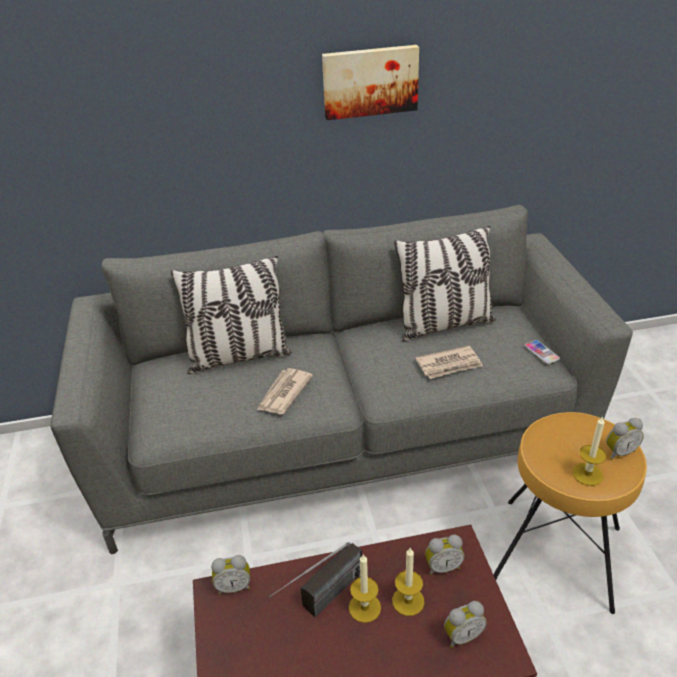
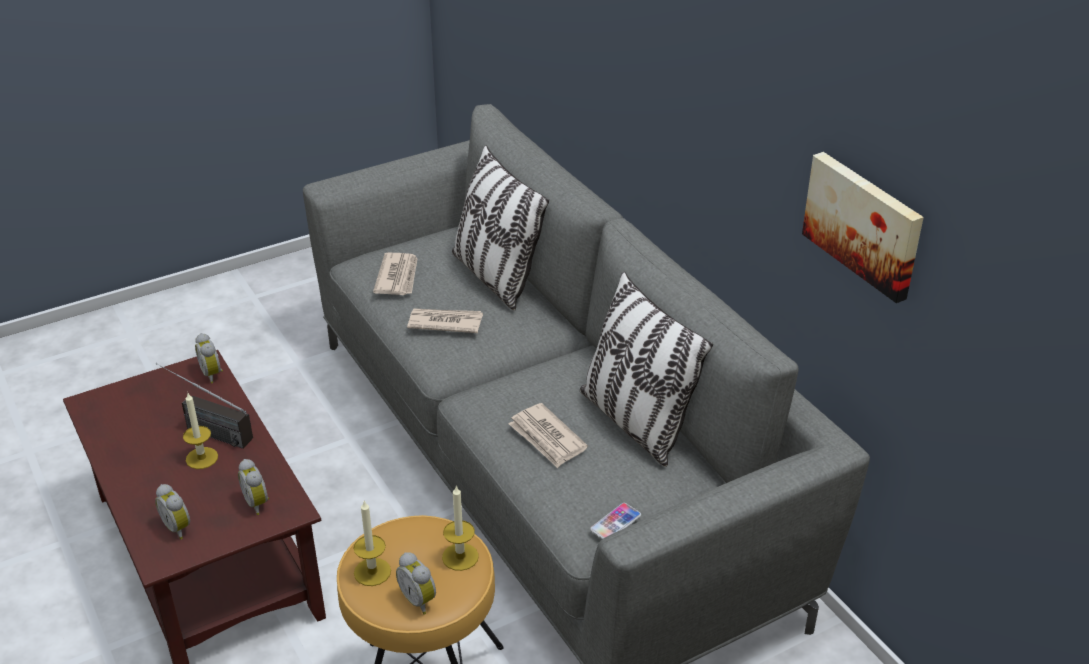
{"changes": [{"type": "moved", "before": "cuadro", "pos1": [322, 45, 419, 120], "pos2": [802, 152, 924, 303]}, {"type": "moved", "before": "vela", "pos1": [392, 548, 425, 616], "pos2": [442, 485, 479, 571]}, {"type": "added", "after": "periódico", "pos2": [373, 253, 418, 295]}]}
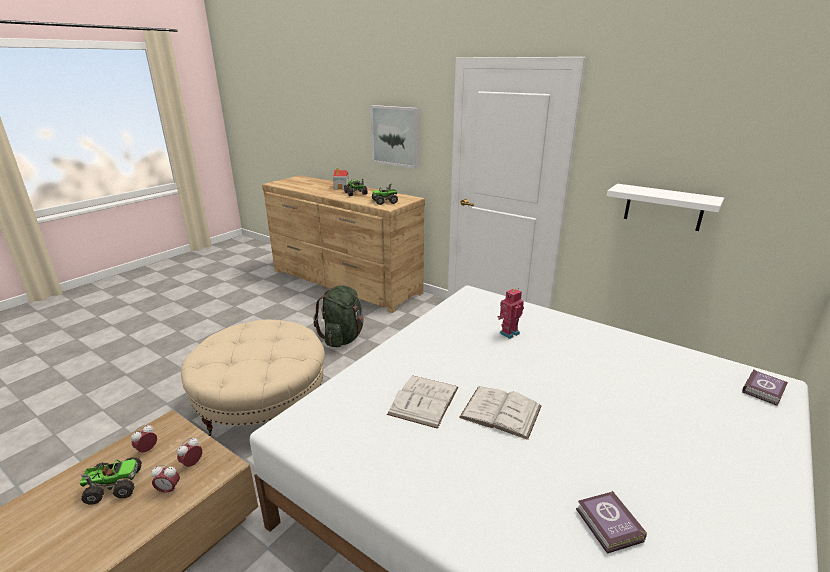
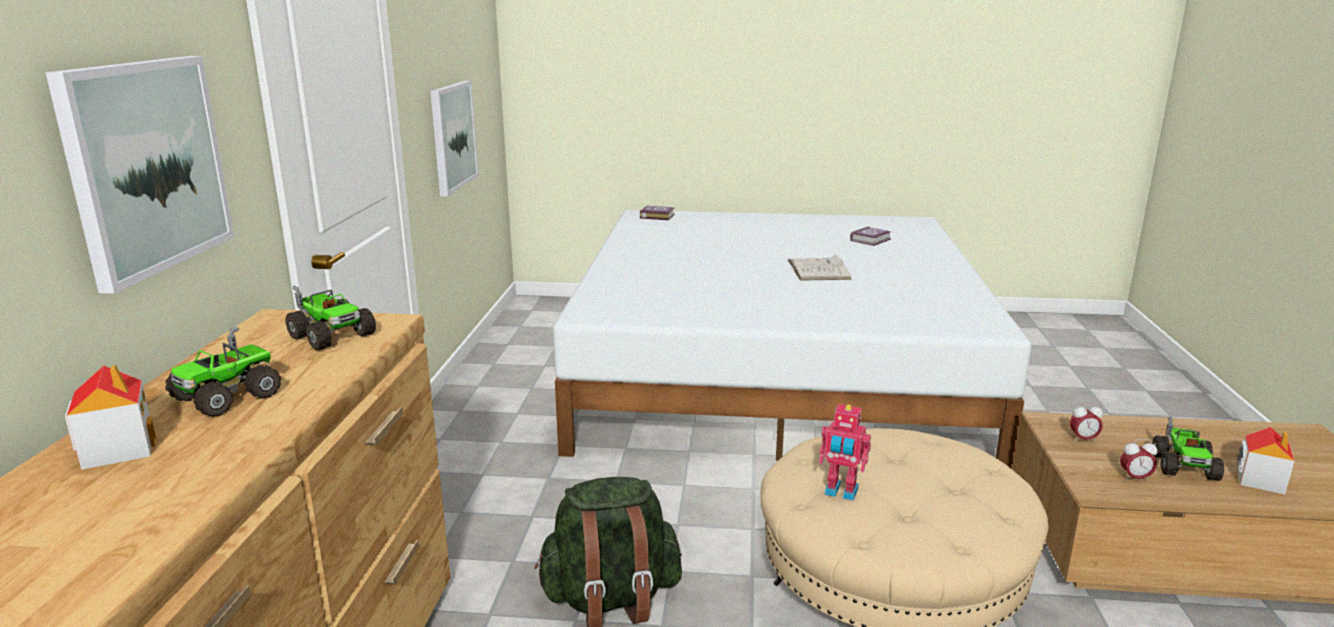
{"changes": [{"type": "turned", "before": "camión de juguete", "pos1": [80, 457, 142, 505], "pos2": [1152, 417, 1224, 481], "turn": -120}, {"type": "removed", "before": "despertador", "pos1": [151, 465, 180, 494]}, {"type": "removed", "before": "libro/blanco", "pos1": [387, 376, 459, 429]}, {"type": "moved", "before": "robot de juguete", "pos1": [498, 288, 524, 339], "pos2": [819, 404, 871, 501]}, {"type": "replaced", "before": "estante/blanco", "after": "cuadro", "pos1": [607, 184, 724, 231], "pos2": [430, 81, 479, 196]}, {"type": "added", "after": "casita", "pos2": [1237, 427, 1295, 494]}]}
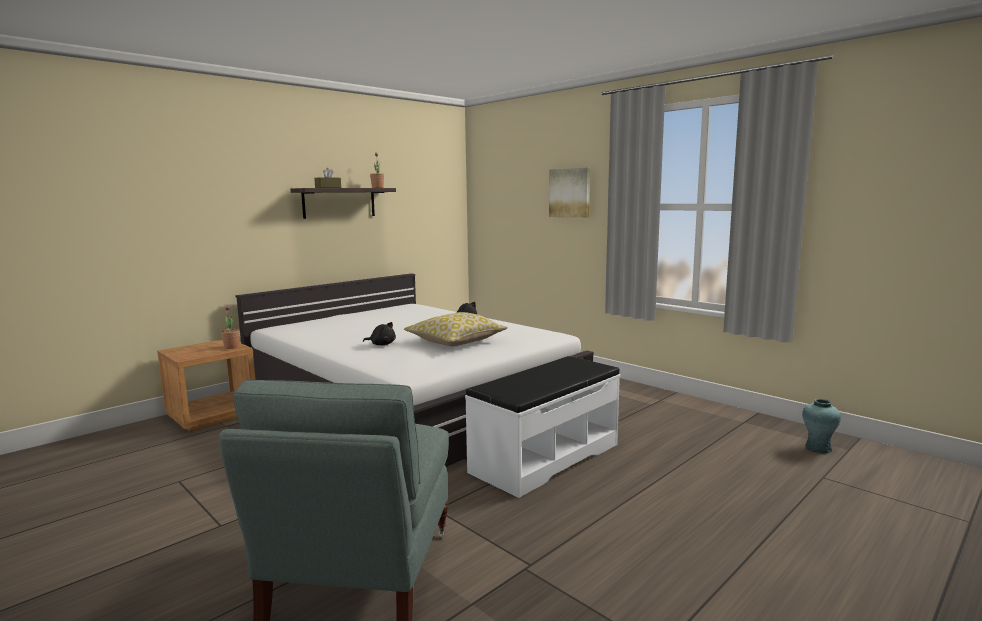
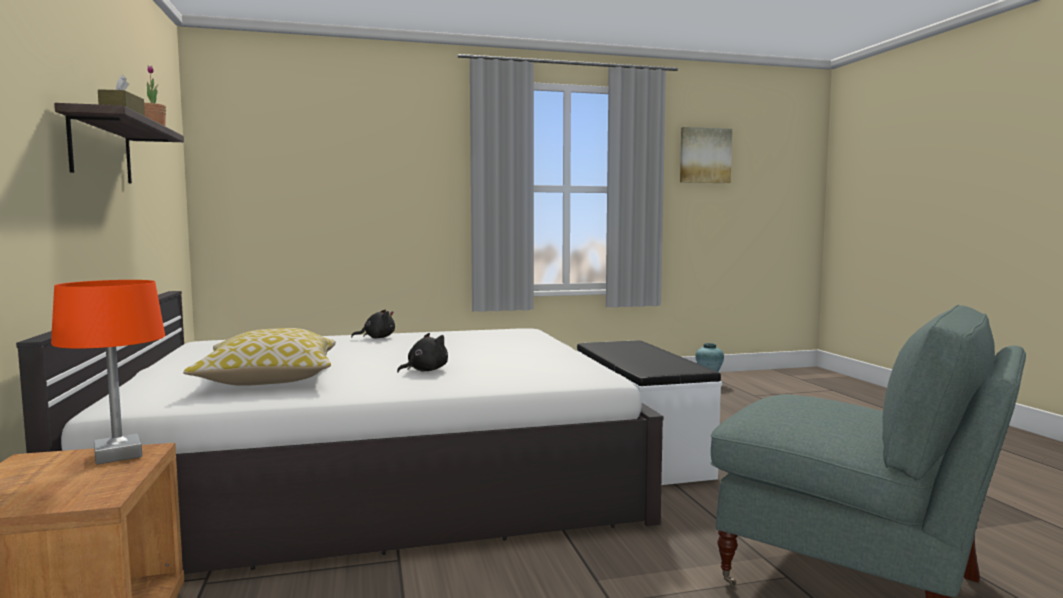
{"changes": [{"type": "replaced", "before": "planta en maceta", "after": "lámpara de mesa/naranja", "pos1": [221, 305, 240, 349], "pos2": [51, 280, 165, 465]}, {"type": "moved", "before": "cojín", "pos1": [404, 312, 508, 346], "pos2": [183, 328, 336, 386]}, {"type": "moved", "before": "cuadro", "pos1": [549, 168, 590, 218], "pos2": [680, 127, 732, 183]}]}
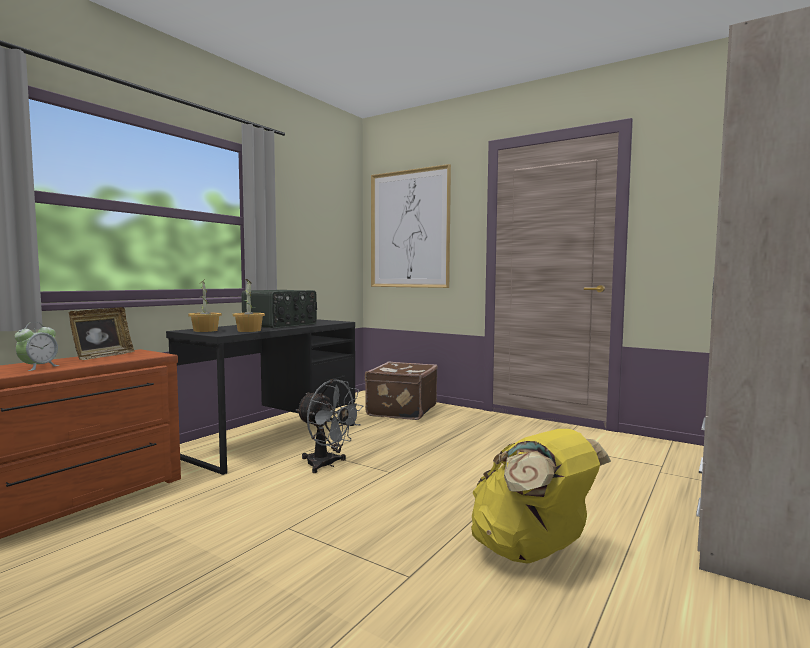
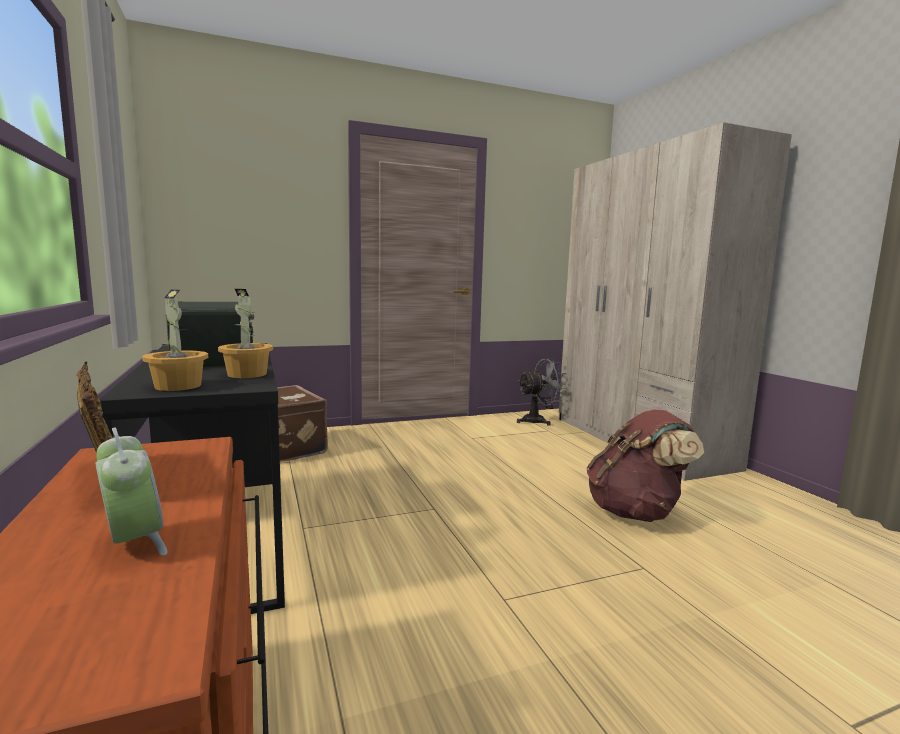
{"changes": [{"type": "moved", "before": "ventilador/gris", "pos1": [296, 379, 364, 473], "pos2": [517, 358, 567, 426]}, {"type": "removed", "before": "cuadro", "pos1": [371, 164, 451, 288]}, {"type": "recoloured", "before": "mochila/amarillo", "after": "mochila/marrón", "pos1": [471, 429, 611, 564], "pos2": [586, 409, 704, 522]}]}
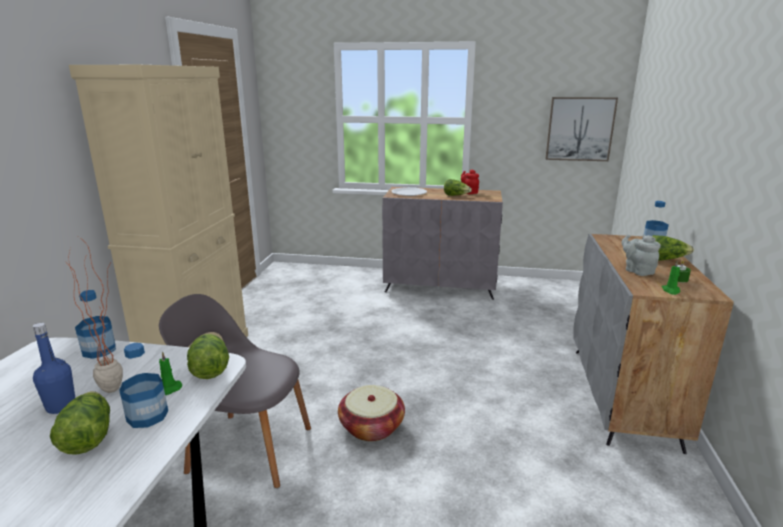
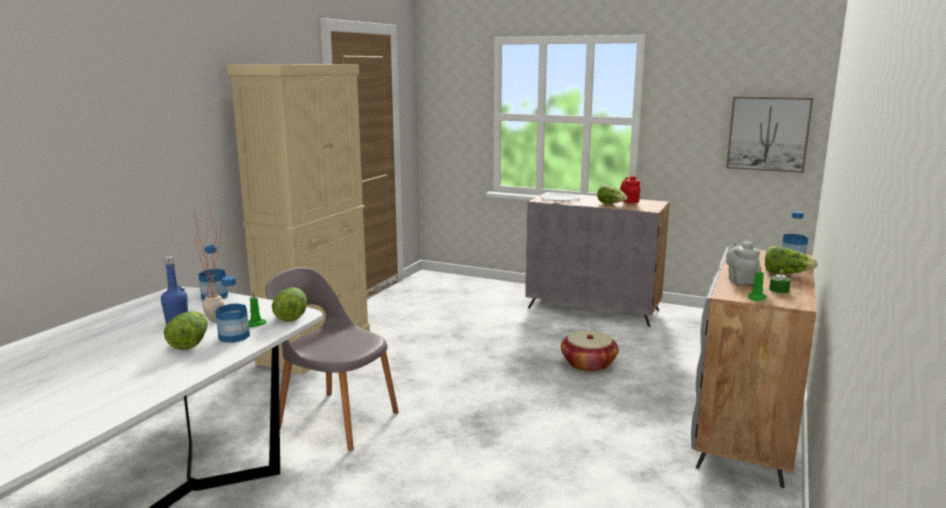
{"changes": [{"type": "moved", "before": "cesta", "pos1": [338, 385, 405, 441], "pos2": [561, 330, 618, 372]}]}
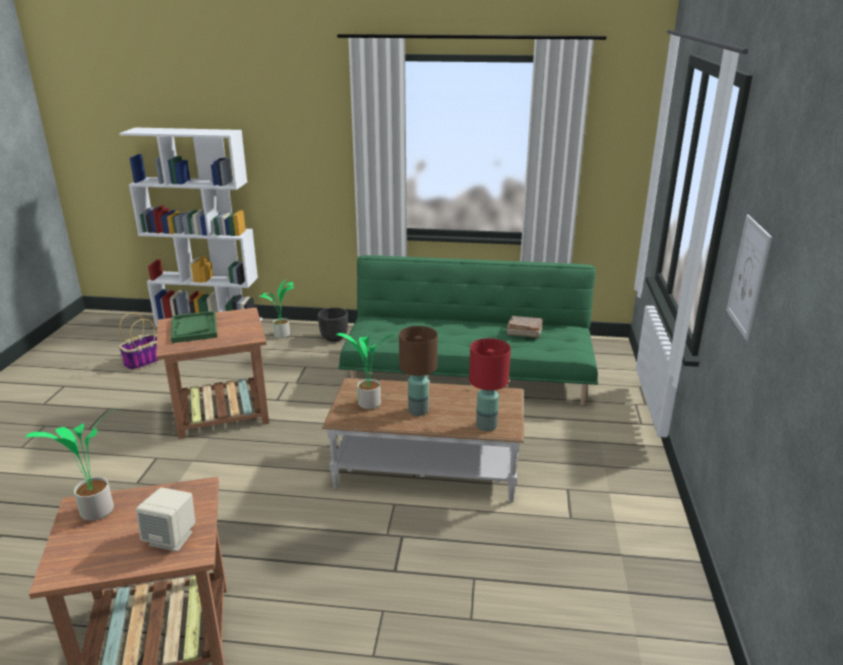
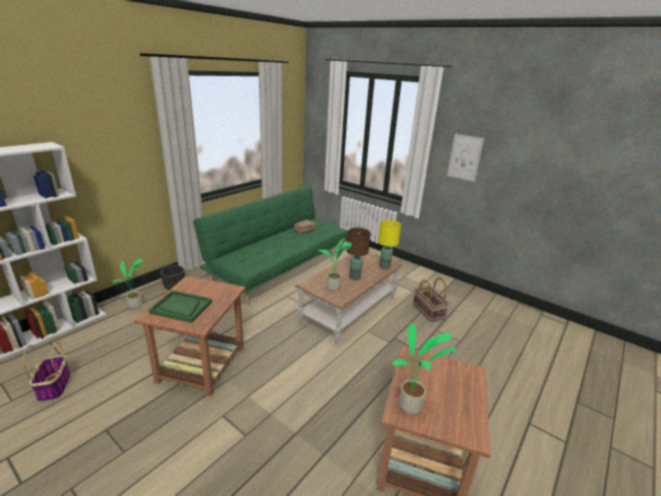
{"changes": [{"type": "removed", "before": "altavoz/beis", "pos1": [136, 487, 195, 552]}, {"type": "recoloured", "before": "lámpara de mesa/rojo", "after": "lámpara de mesa/amarillo", "pos1": [469, 338, 511, 431], "pos2": [378, 220, 401, 269]}, {"type": "added", "after": "cesta", "pos2": [413, 277, 449, 322]}]}
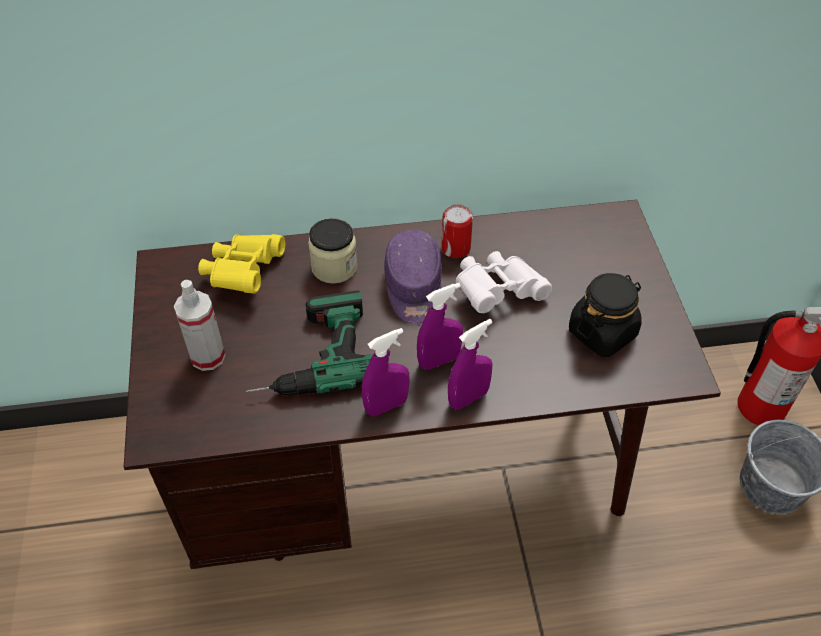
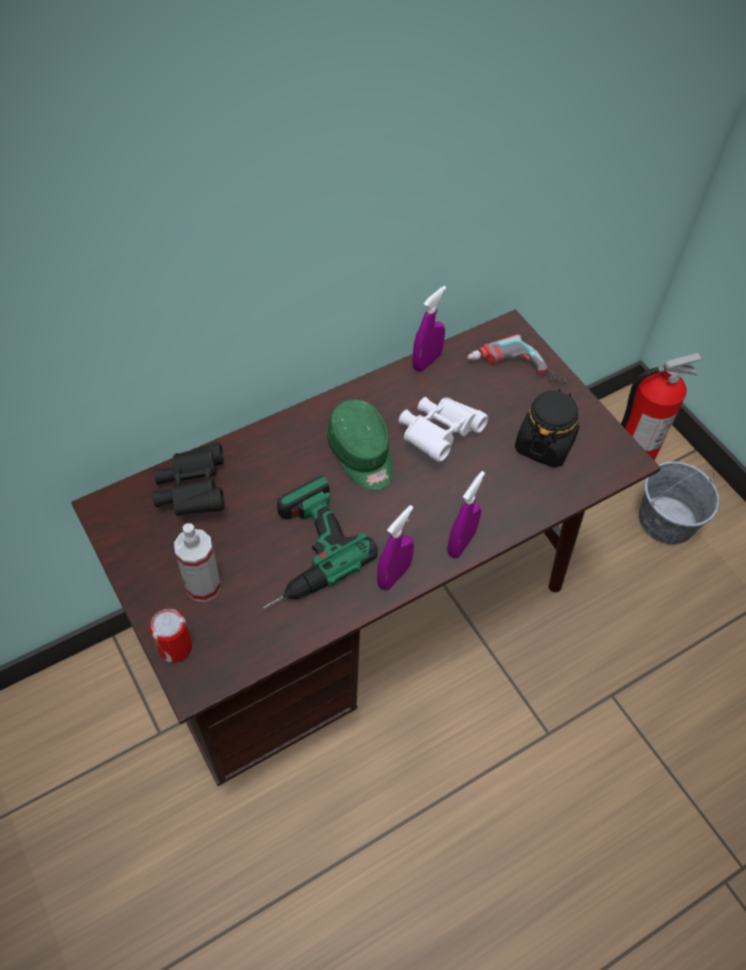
{"changes": [{"type": "recoloured", "before": "prismáticos/amarillo", "after": "prismáticos/negro", "pos1": [198, 234, 285, 294], "pos2": [153, 443, 225, 516]}, {"type": "removed", "before": "tarro", "pos1": [308, 218, 358, 284]}, {"type": "recoloured", "before": "gorra/morado", "after": "gorra/verde", "pos1": [384, 229, 442, 324], "pos2": [327, 400, 393, 490]}, {"type": "moved", "before": "pulverizador/morado", "pos1": [417, 283, 463, 370], "pos2": [412, 286, 447, 372]}, {"type": "moved", "before": "lata", "pos1": [441, 204, 473, 258], "pos2": [149, 609, 192, 662]}, {"type": "added", "after": "taladro", "pos2": [467, 334, 567, 384]}]}
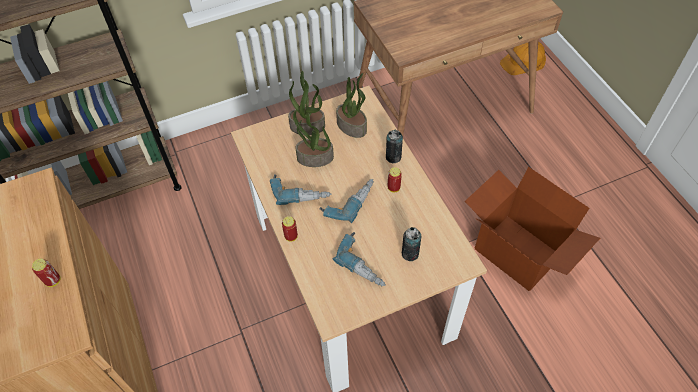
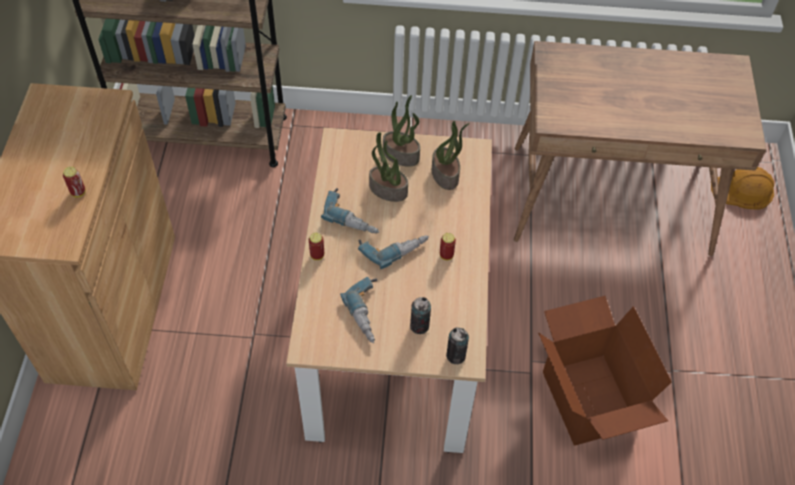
{"changes": [{"type": "moved", "before": "lata", "pos1": [386, 130, 403, 163], "pos2": [446, 327, 469, 364]}]}
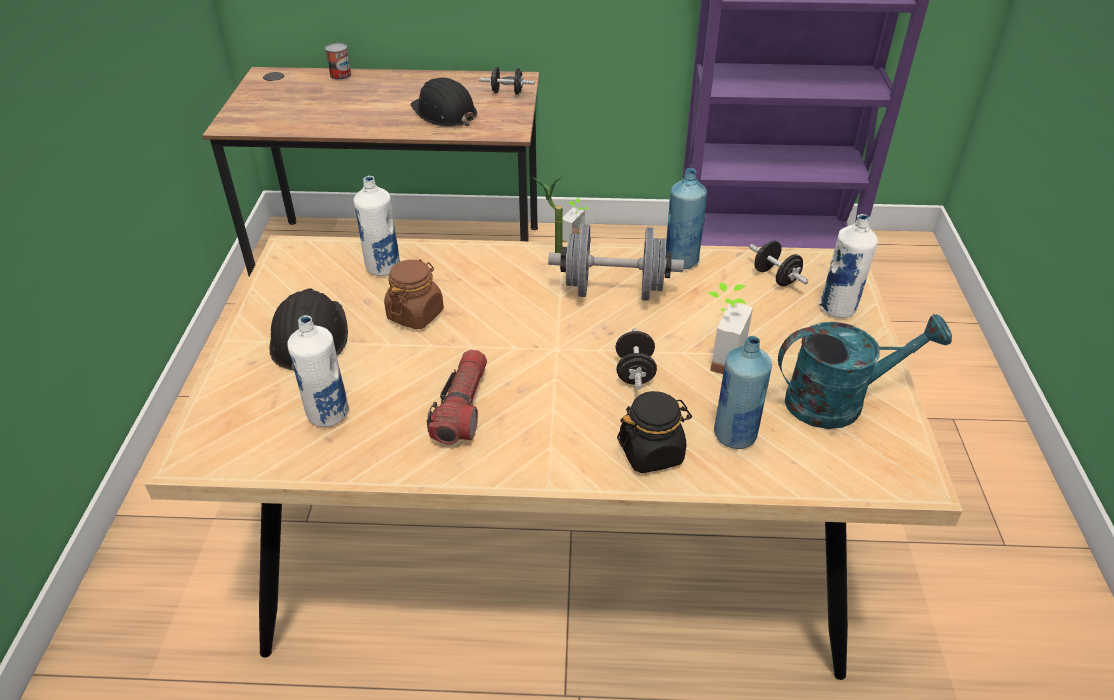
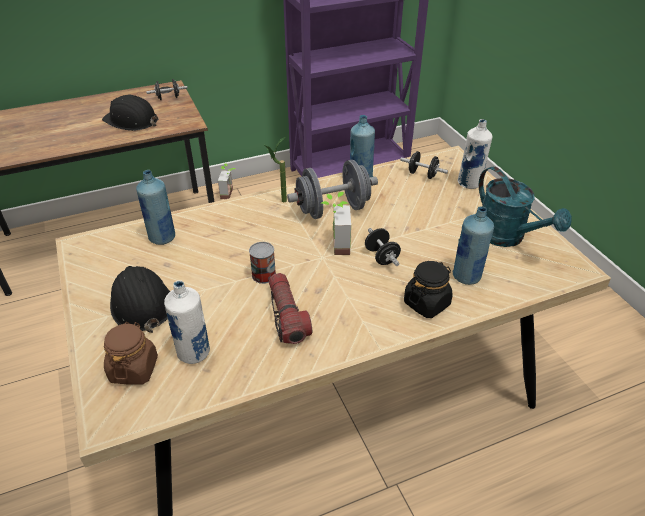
{"changes": [{"type": "moved", "before": "lata", "pos1": [325, 43, 351, 80], "pos2": [249, 242, 276, 284]}, {"type": "recoloured", "before": "botella/blanco", "after": "botella/azul", "pos1": [354, 176, 400, 276], "pos2": [136, 170, 175, 245]}, {"type": "moved", "before": "tarro/marrón", "pos1": [384, 259, 444, 329], "pos2": [104, 322, 158, 385]}, {"type": "moved", "before": "planta en maceta", "pos1": [708, 282, 753, 374], "pos2": [320, 192, 351, 255]}, {"type": "turned", "before": "regadera/turquesa", "pos1": [778, 314, 952, 429], "pos2": [479, 167, 572, 247], "turn": 90}]}
